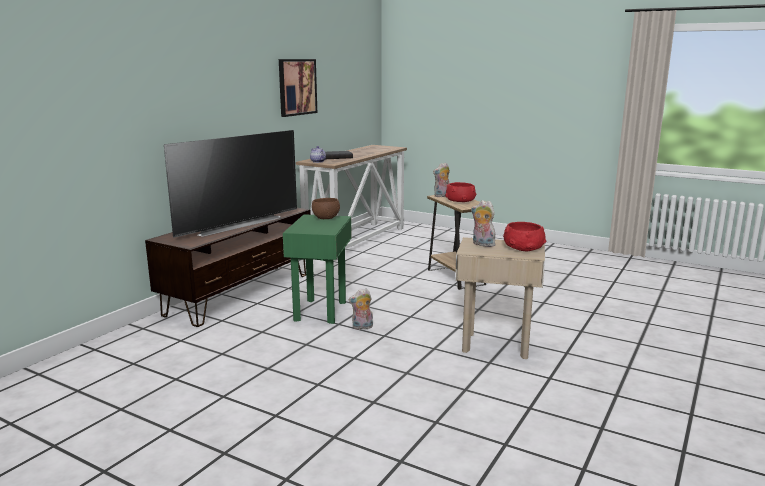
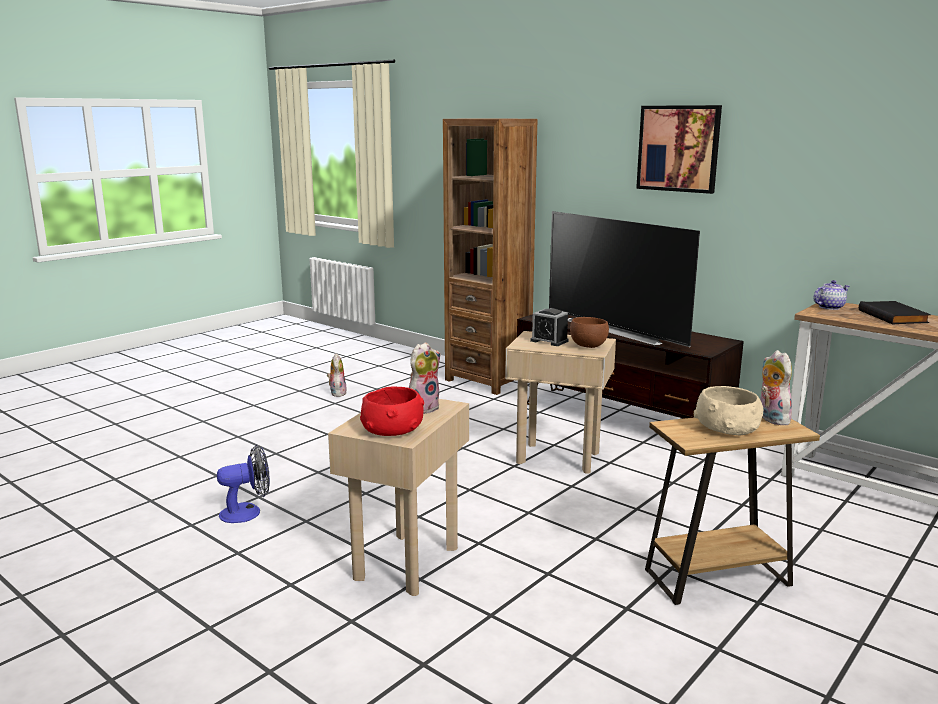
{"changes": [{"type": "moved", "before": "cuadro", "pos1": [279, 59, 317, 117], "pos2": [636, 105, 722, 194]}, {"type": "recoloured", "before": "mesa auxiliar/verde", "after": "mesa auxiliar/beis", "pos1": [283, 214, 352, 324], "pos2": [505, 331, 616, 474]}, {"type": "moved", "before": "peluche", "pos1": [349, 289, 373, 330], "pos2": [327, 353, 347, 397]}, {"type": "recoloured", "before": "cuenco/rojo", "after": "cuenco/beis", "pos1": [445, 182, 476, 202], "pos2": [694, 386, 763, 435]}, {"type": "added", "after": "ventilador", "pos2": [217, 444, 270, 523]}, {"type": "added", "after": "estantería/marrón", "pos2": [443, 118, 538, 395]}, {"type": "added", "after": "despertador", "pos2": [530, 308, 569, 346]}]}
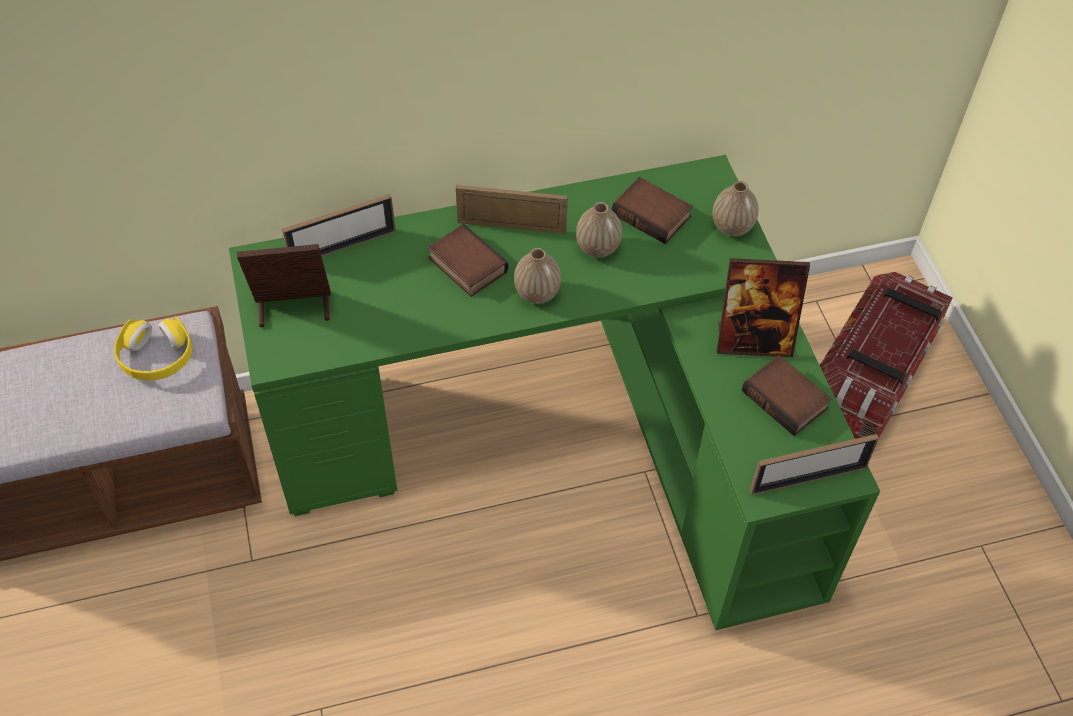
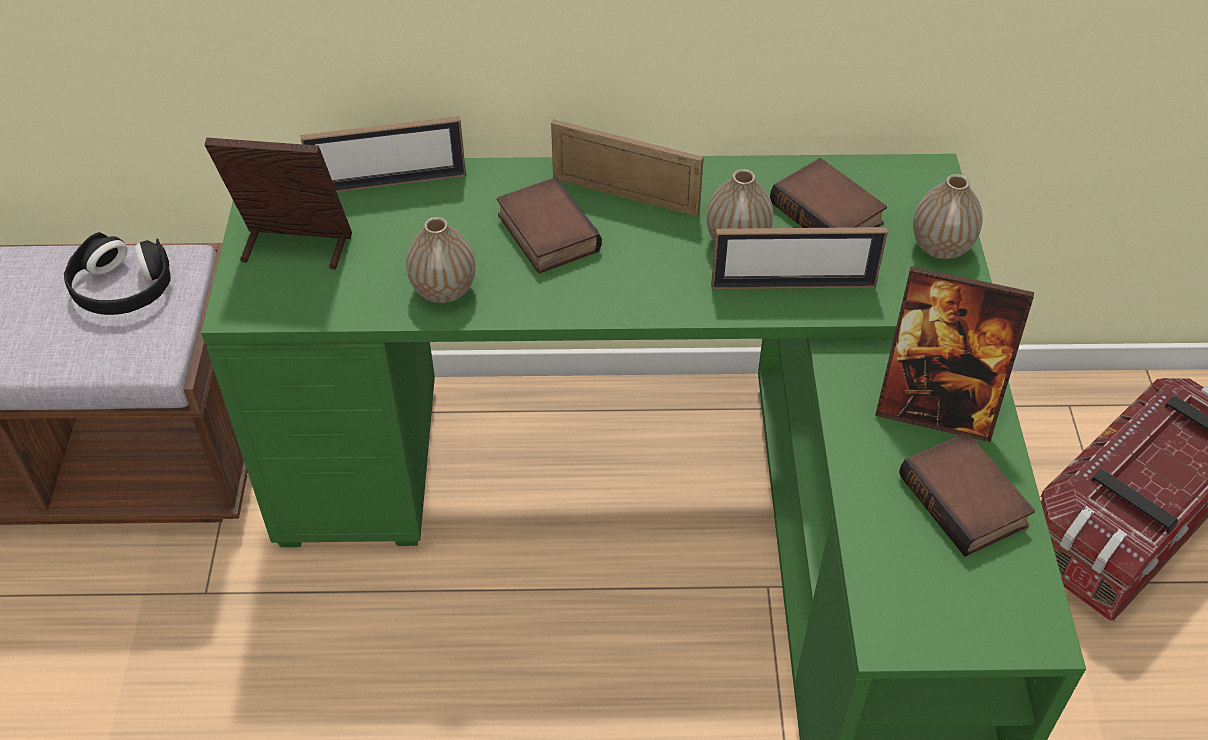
{"changes": [{"type": "recoloured", "before": "auriculares/amarillo", "after": "auriculares/negro", "pos1": [114, 316, 192, 381], "pos2": [64, 232, 170, 315]}, {"type": "moved", "before": "florero", "pos1": [514, 248, 561, 304], "pos2": [406, 217, 476, 303]}, {"type": "moved", "before": "portarretratos", "pos1": [750, 434, 879, 495], "pos2": [711, 227, 888, 289]}]}
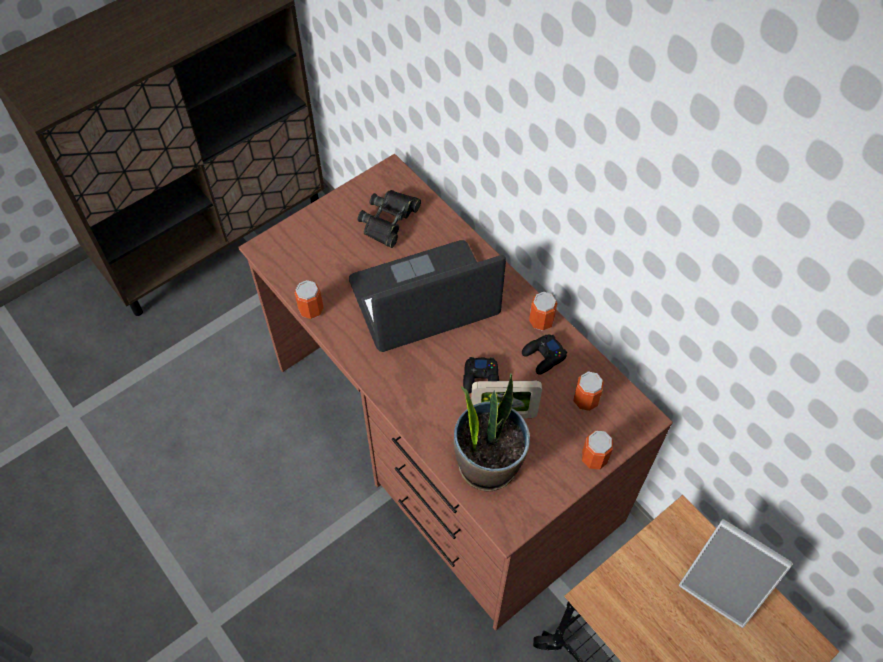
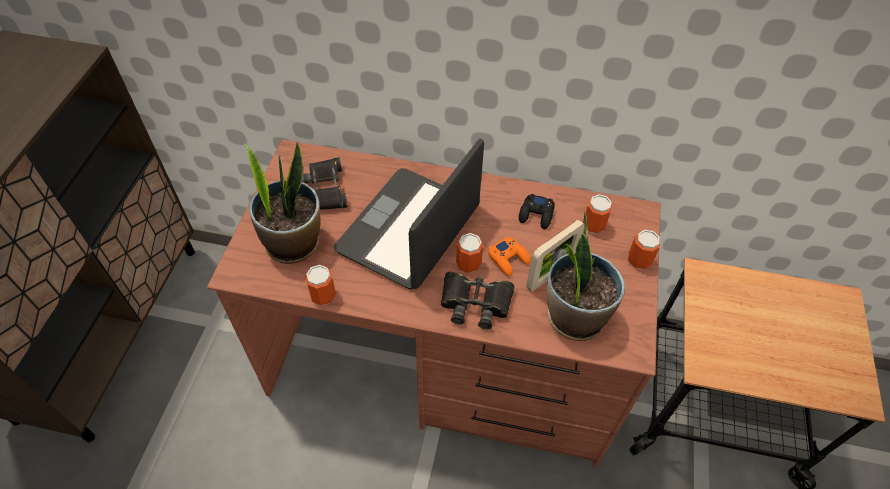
{"changes": [{"type": "recoloured", "before": "mando de consola/negro", "after": "mando de consola/naranja", "pos1": [463, 357, 499, 393], "pos2": [488, 236, 531, 276]}, {"type": "moved", "before": "lata", "pos1": [529, 292, 557, 331], "pos2": [456, 233, 483, 273]}, {"type": "removed", "before": "portarretratos", "pos1": [679, 519, 793, 628]}, {"type": "added", "after": "planta en maceta", "pos2": [244, 142, 321, 264]}, {"type": "added", "after": "prismáticos/negro", "pos2": [441, 272, 514, 329]}]}
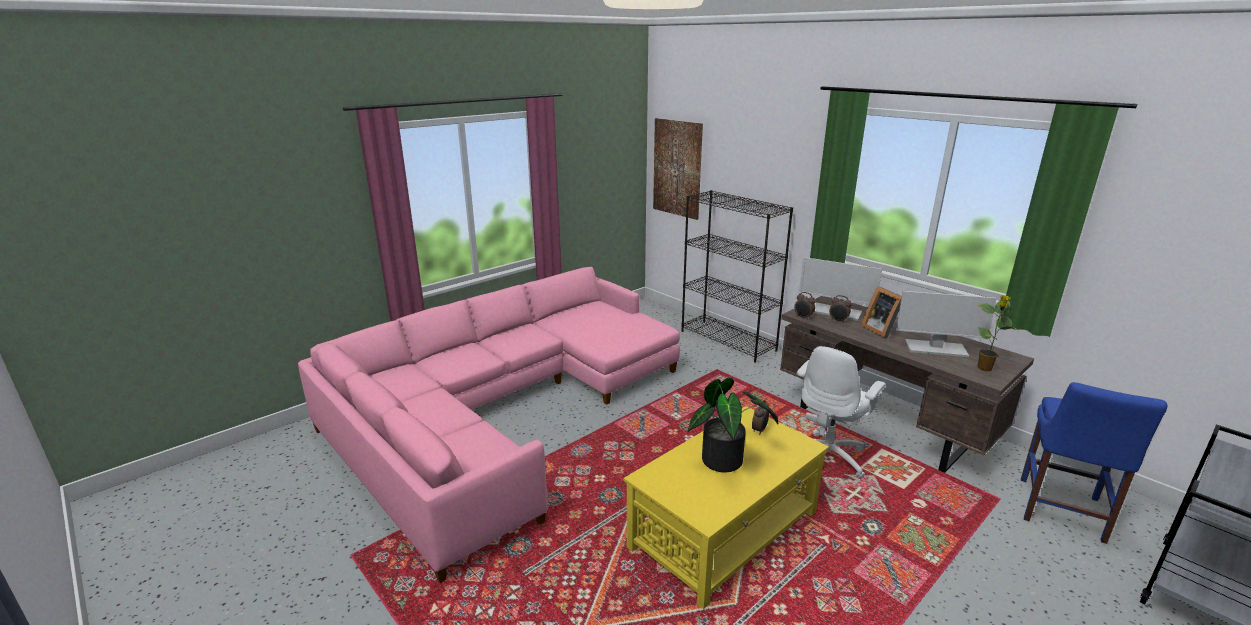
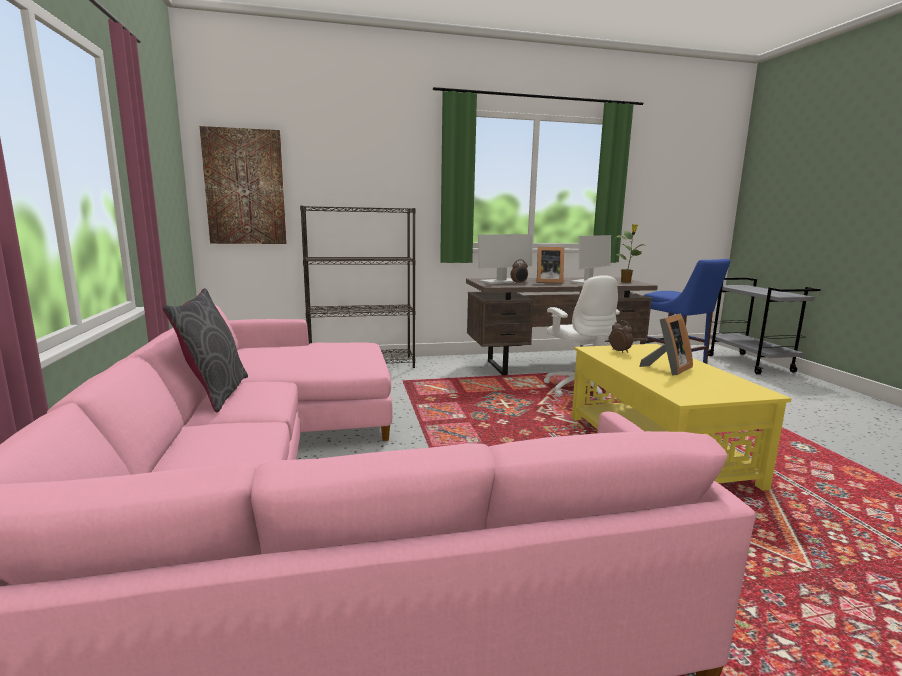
{"changes": [{"type": "replaced", "before": "planta en maceta", "after": "portarretratos", "pos1": [688, 377, 779, 472], "pos2": [639, 314, 693, 376]}, {"type": "removed", "before": "despertador", "pos1": [794, 292, 815, 320]}, {"type": "added", "after": "cojín/gris", "pos2": [162, 288, 248, 412]}]}
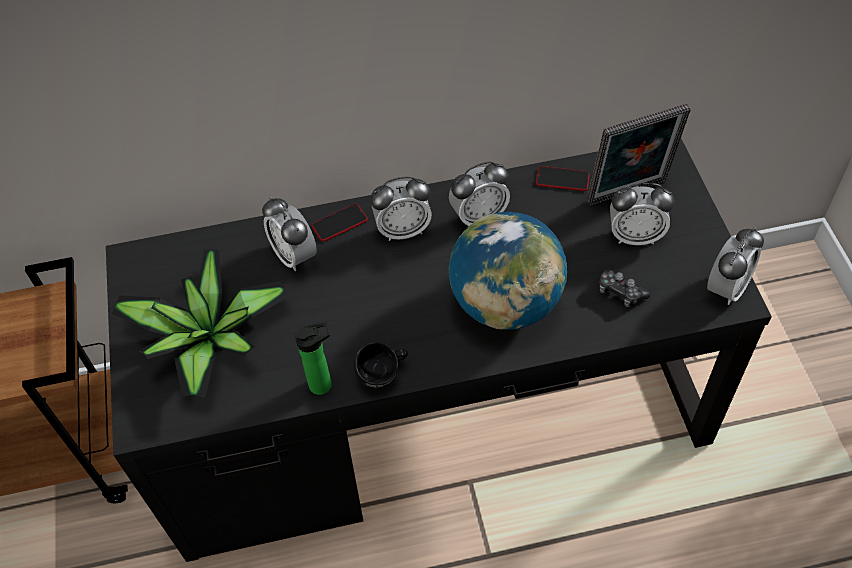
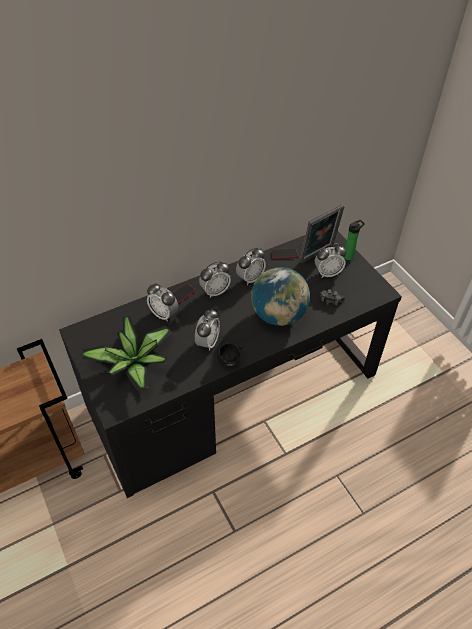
{"changes": [{"type": "moved", "before": "botella", "pos1": [294, 322, 332, 395], "pos2": [344, 220, 365, 260]}, {"type": "moved", "before": "despertador", "pos1": [707, 227, 764, 305], "pos2": [195, 309, 220, 351]}]}
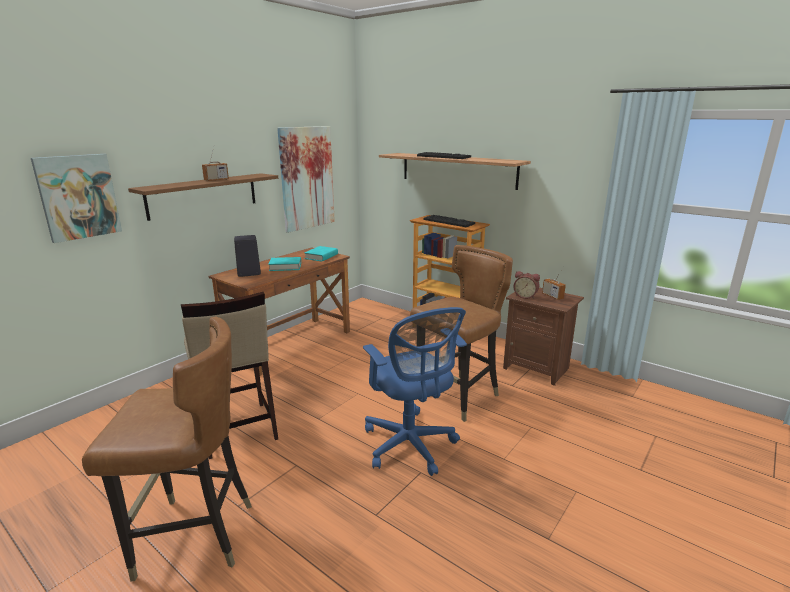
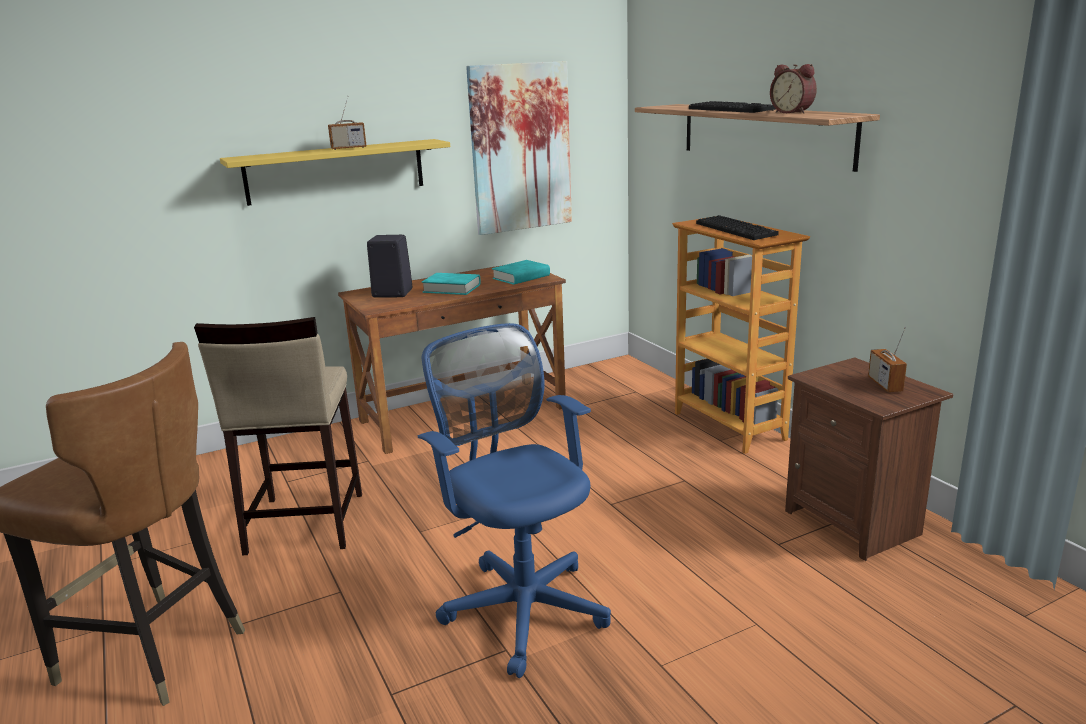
{"changes": [{"type": "removed", "before": "cuadro", "pos1": [31, 154, 122, 243]}, {"type": "recoloured", "before": "estante/marrón", "after": "estante/amarillo", "pos1": [128, 173, 278, 221], "pos2": [220, 139, 450, 206]}, {"type": "turned", "before": "silla de oficina/azul", "pos1": [363, 307, 467, 476], "pos2": [418, 323, 611, 678], "turn": 150}, {"type": "removed", "before": "silla/marrón", "pos1": [410, 245, 513, 422]}, {"type": "moved", "before": "despertador", "pos1": [514, 271, 540, 299], "pos2": [770, 64, 817, 114]}]}
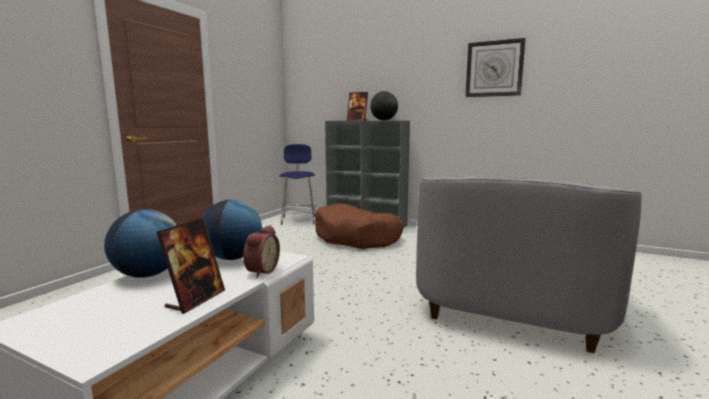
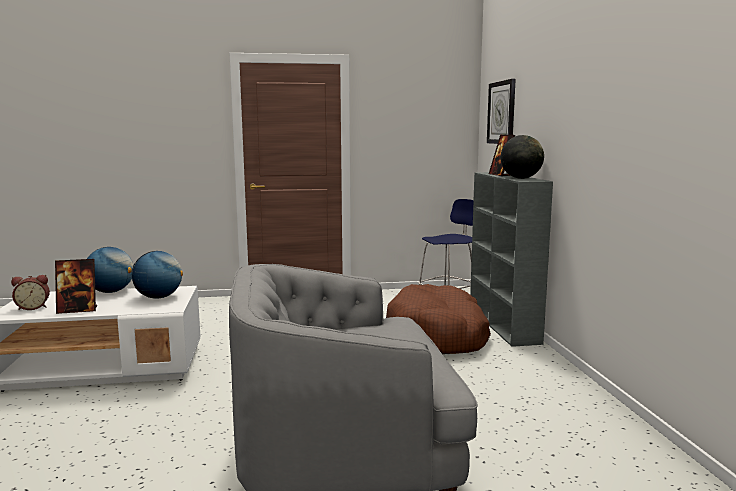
{"changes": [{"type": "moved", "before": "despertador", "pos1": [243, 225, 280, 278], "pos2": [11, 275, 50, 310]}, {"type": "moved", "before": "reloj de pared", "pos1": [465, 38, 525, 97], "pos2": [487, 79, 516, 144]}]}
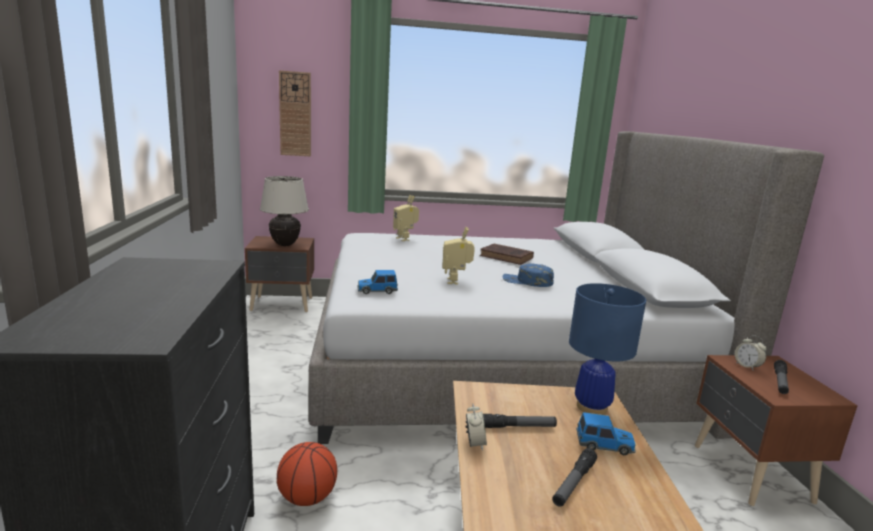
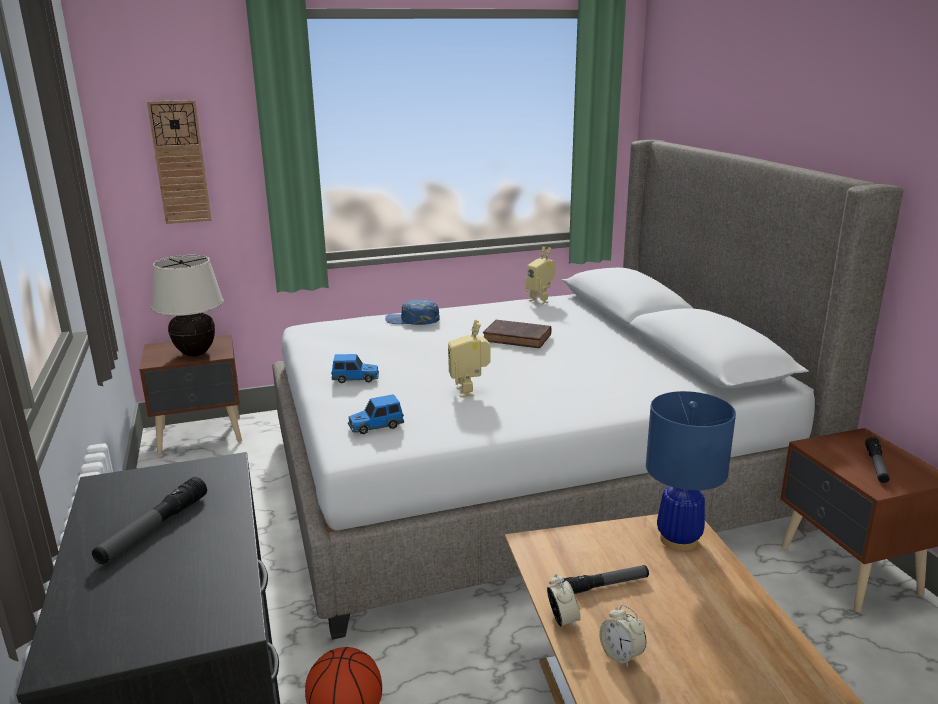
{"changes": [{"type": "moved", "before": "robot de juguete", "pos1": [393, 195, 419, 241], "pos2": [526, 246, 556, 305]}, {"type": "moved", "before": "gorra/azul", "pos1": [503, 263, 554, 287], "pos2": [385, 300, 440, 325]}, {"type": "moved", "before": "linterna", "pos1": [553, 448, 597, 507], "pos2": [92, 477, 207, 564]}, {"type": "moved", "before": "coche de juguete", "pos1": [577, 412, 636, 456], "pos2": [331, 354, 379, 383]}, {"type": "moved", "before": "despertador", "pos1": [735, 335, 767, 370], "pos2": [599, 605, 646, 667]}]}
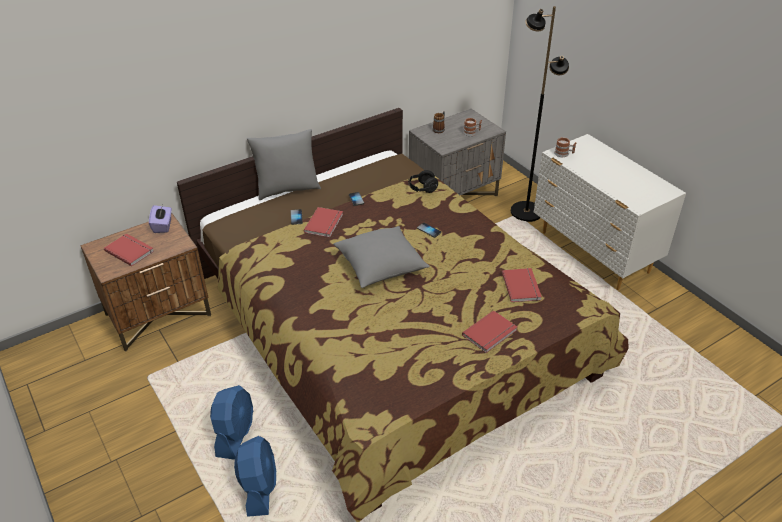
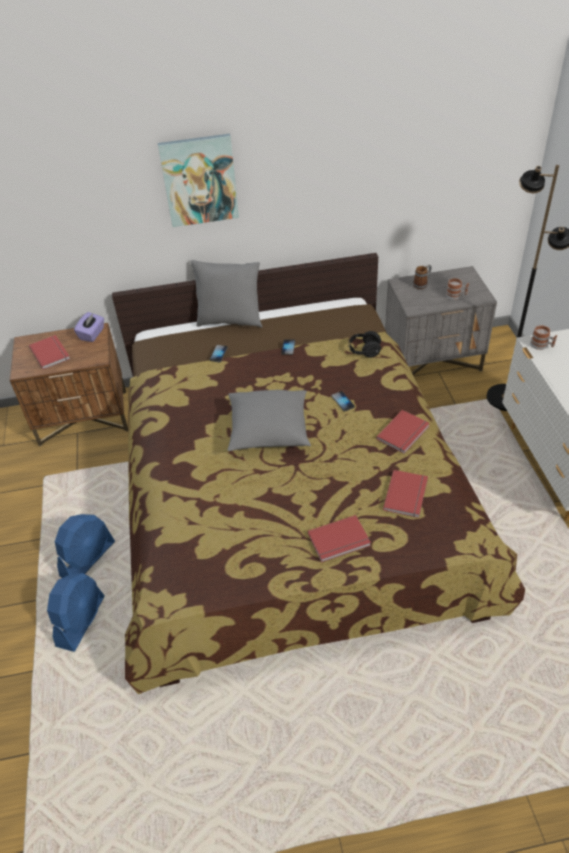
{"changes": [{"type": "moved", "before": "libro/rojo", "pos1": [304, 207, 343, 237], "pos2": [376, 410, 430, 454]}, {"type": "added", "after": "cuadro", "pos2": [158, 134, 239, 227]}]}
